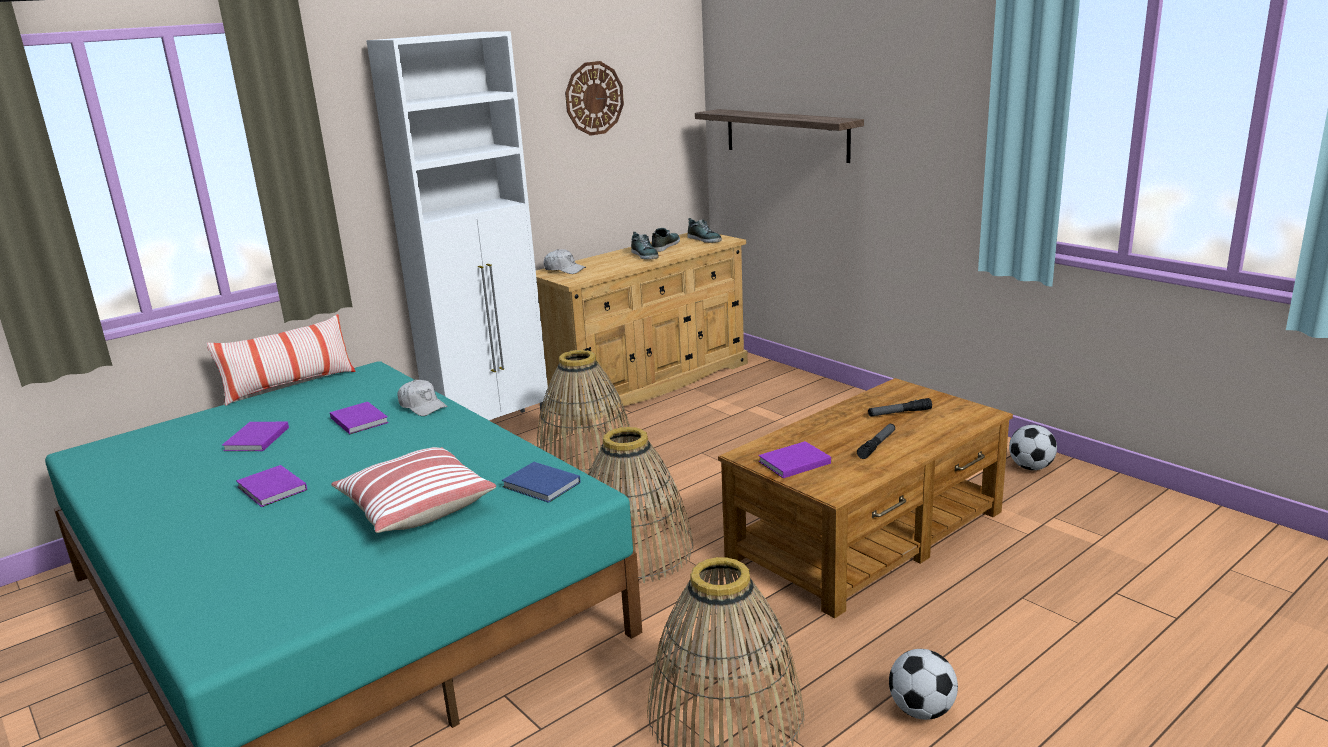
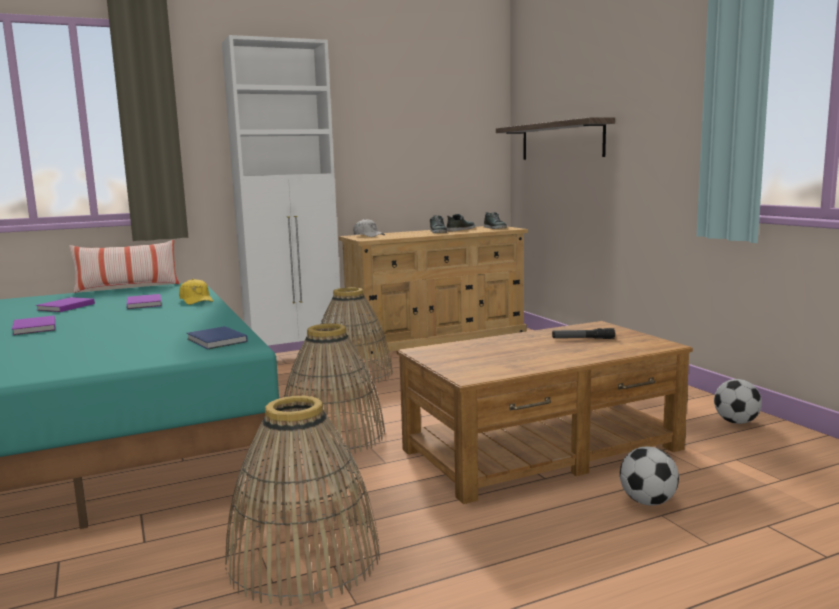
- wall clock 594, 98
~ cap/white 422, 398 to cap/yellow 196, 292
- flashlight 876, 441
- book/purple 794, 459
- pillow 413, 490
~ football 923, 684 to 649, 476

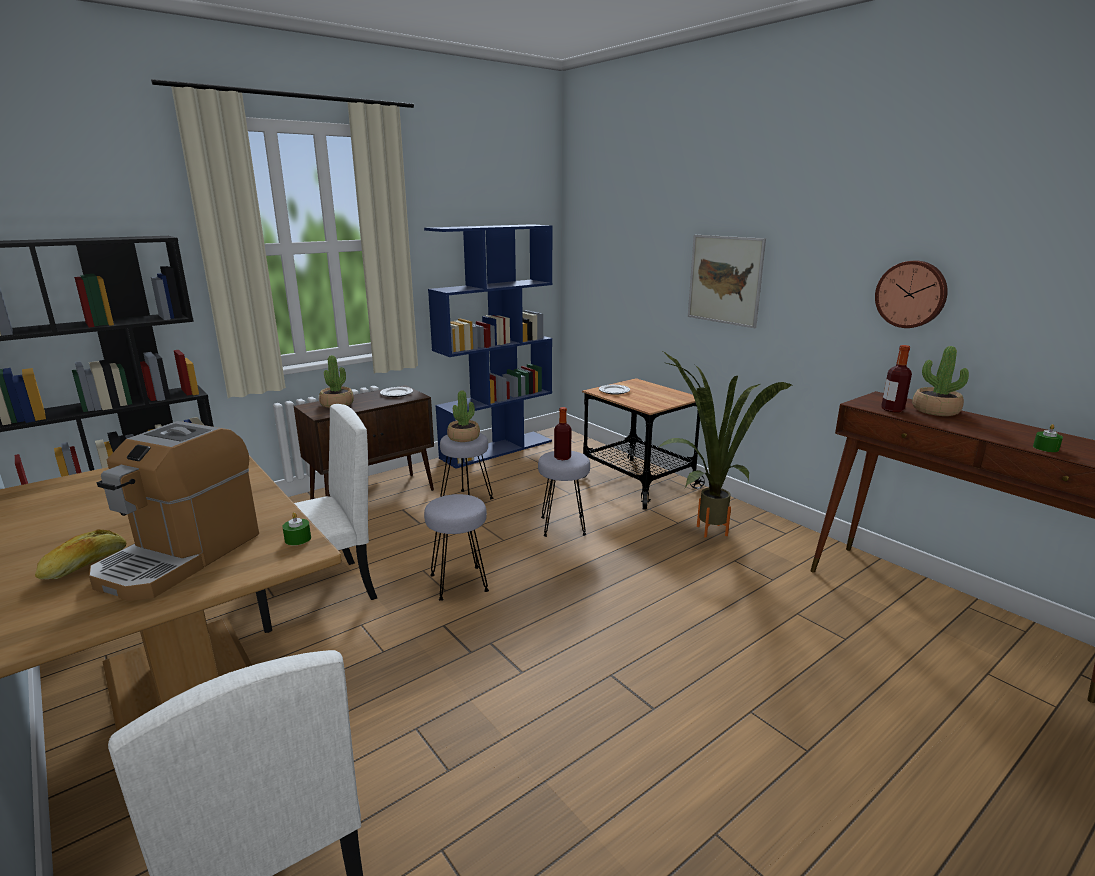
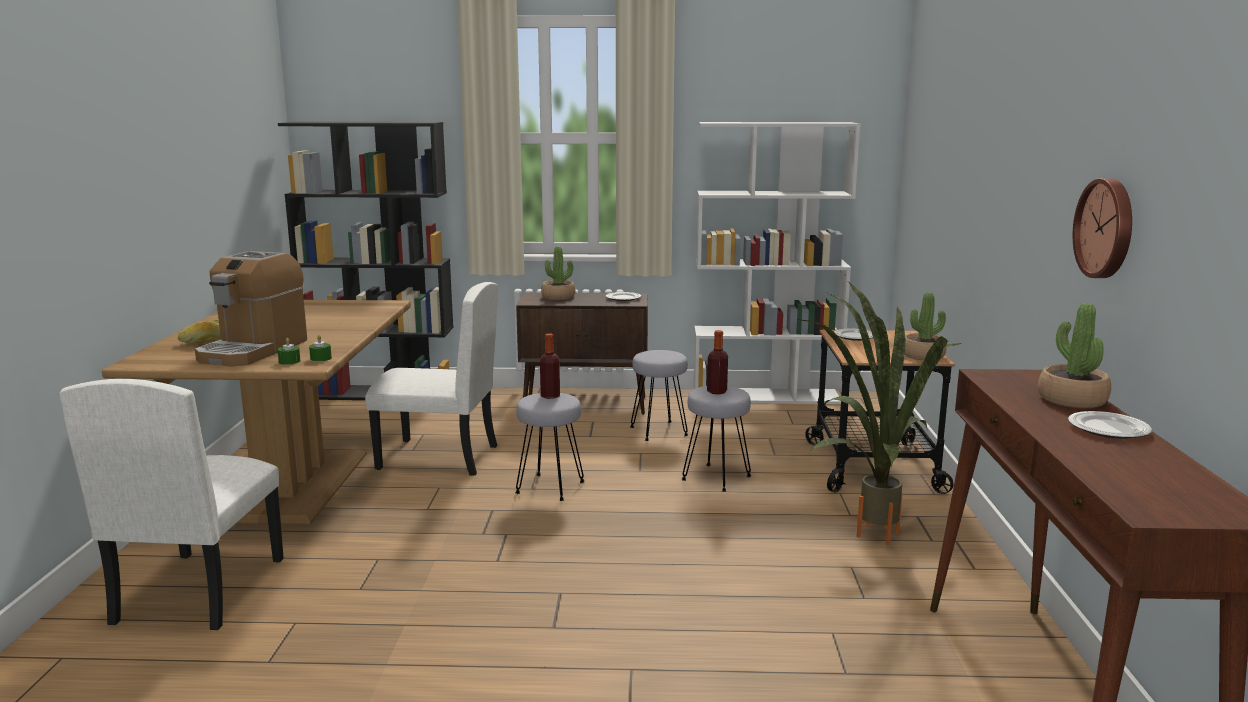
~ bookcase/blue 488, 346 to bookcase/white 776, 263
- picture 727, 281
~ bottle 896, 378 to 550, 366
~ potted plant 463, 416 to 925, 326
~ coffee machine 174, 511 = 251, 309 45 degrees counterclockwise
~ candle/green 1048, 438 to 289, 351
+ plate 1110, 425

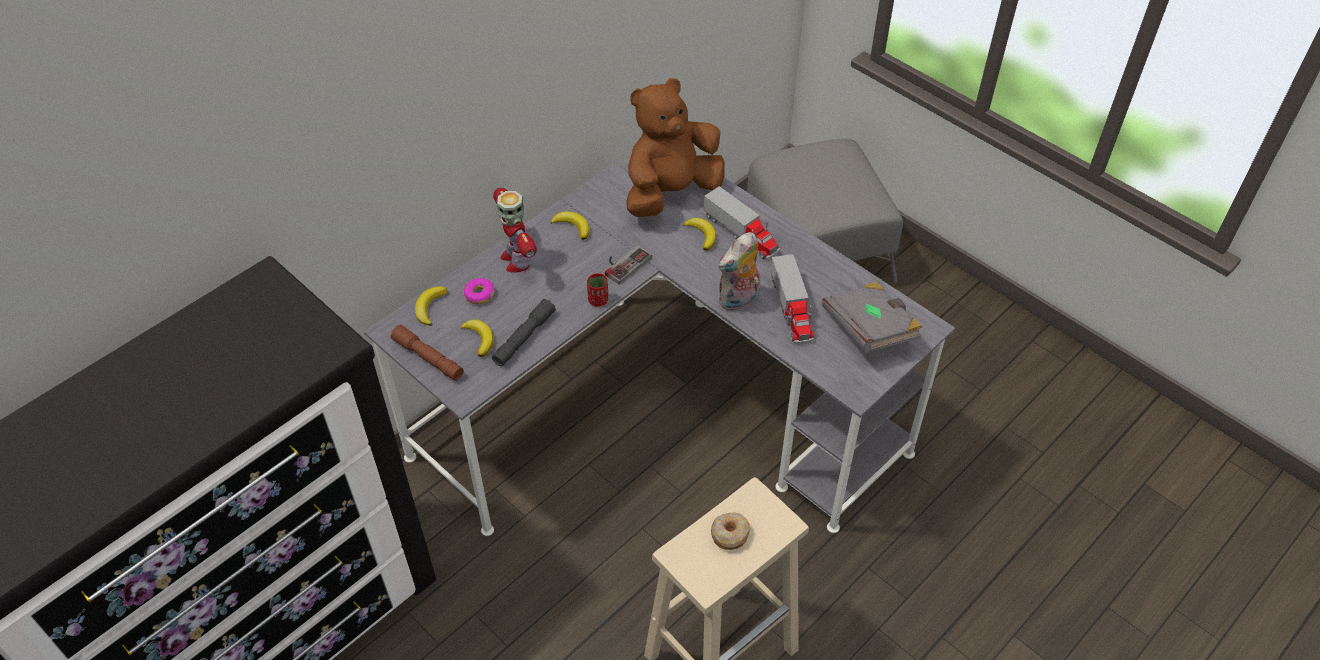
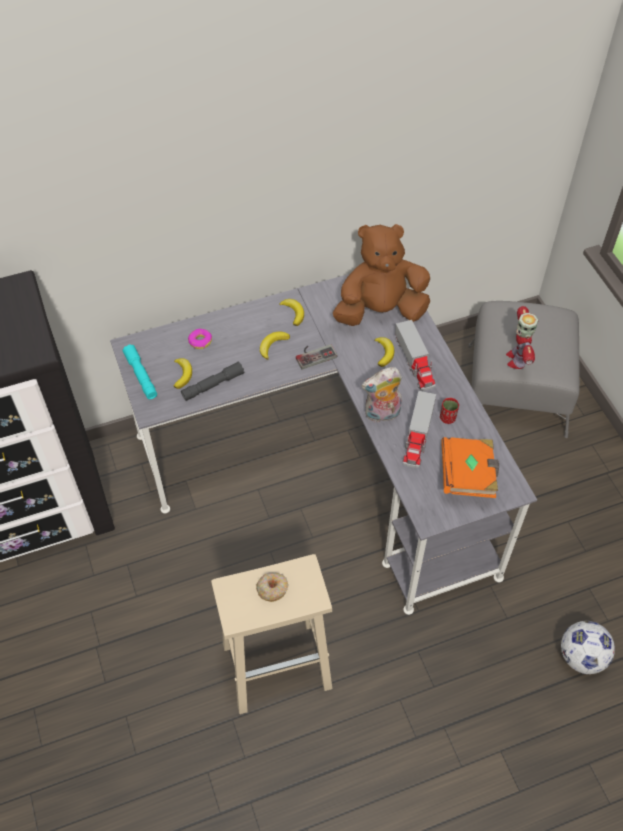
~ toy robot 515, 230 to 522, 337
~ cup/red 597, 290 to 449, 411
~ book/grey 872, 317 to book/orange 470, 467
~ banana 431, 306 to 275, 346
~ flashlight/brown 427, 353 to flashlight/turquoise 140, 371
+ football 588, 647

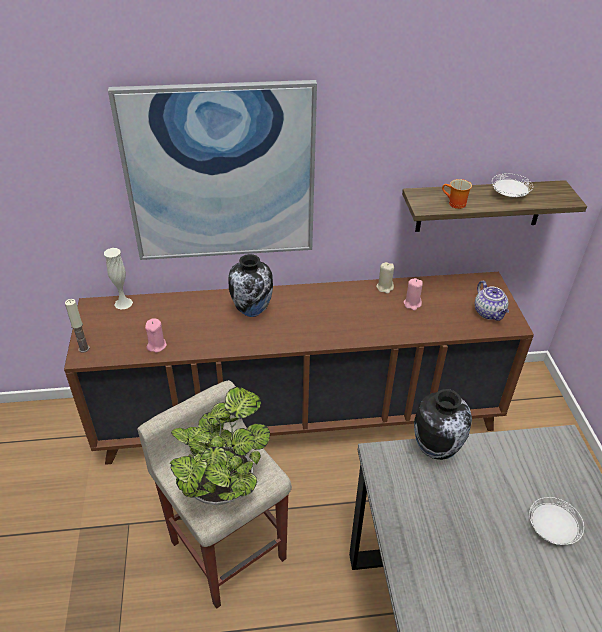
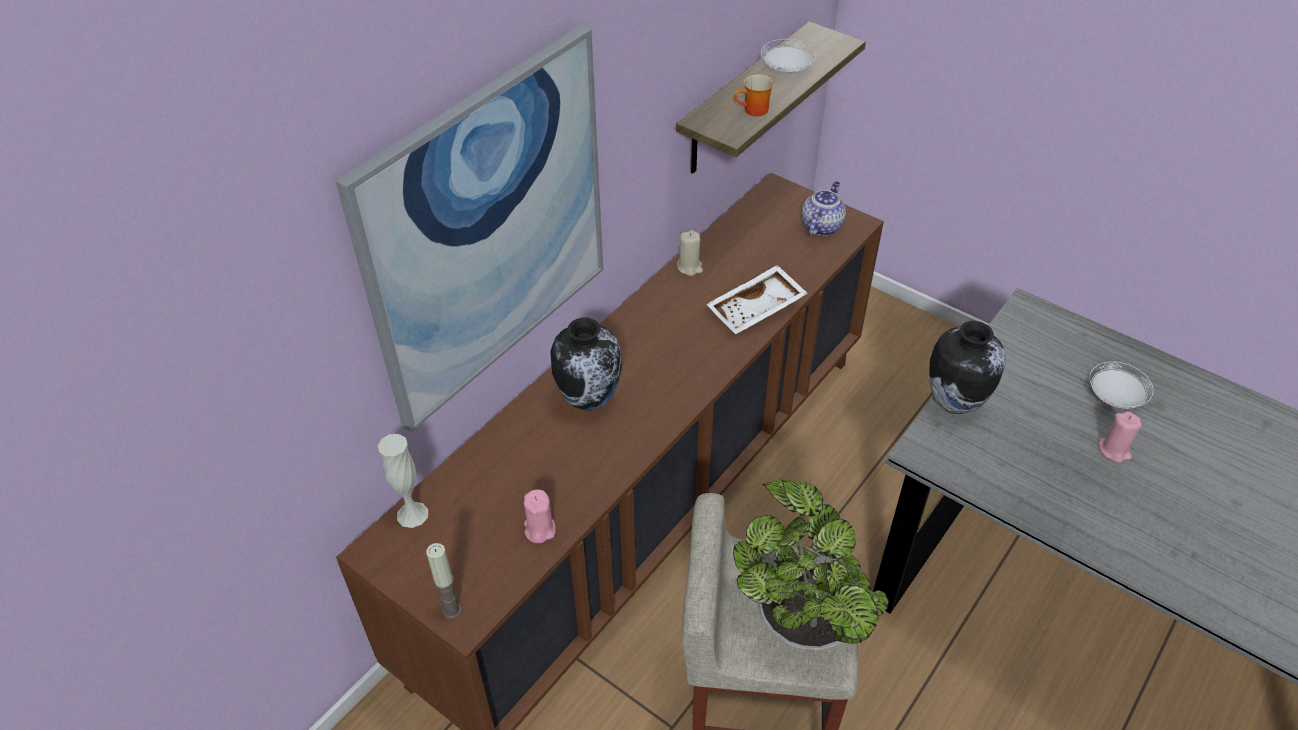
~ candle/pink 413, 294 to 1120, 437
~ teapot 492, 301 = 823, 208 90 degrees counterclockwise
+ tray/white 757, 299

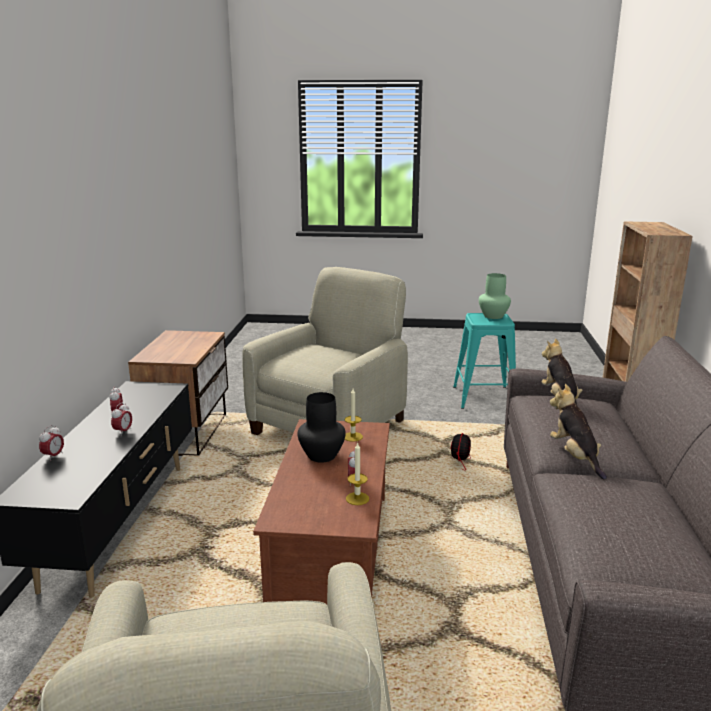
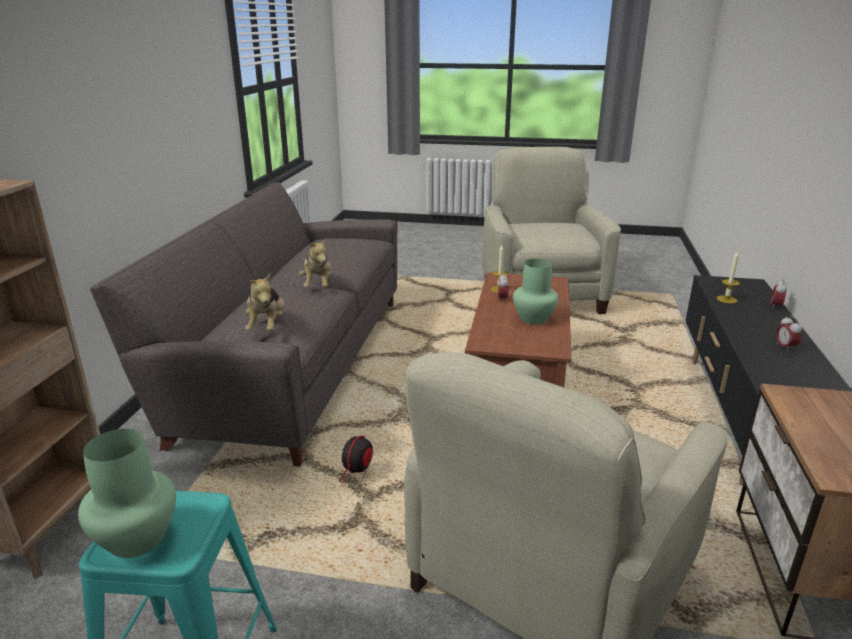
~ candle 354, 415 to 728, 277
~ vase/black 322, 427 to vase/green 536, 291
- alarm clock 121, 419

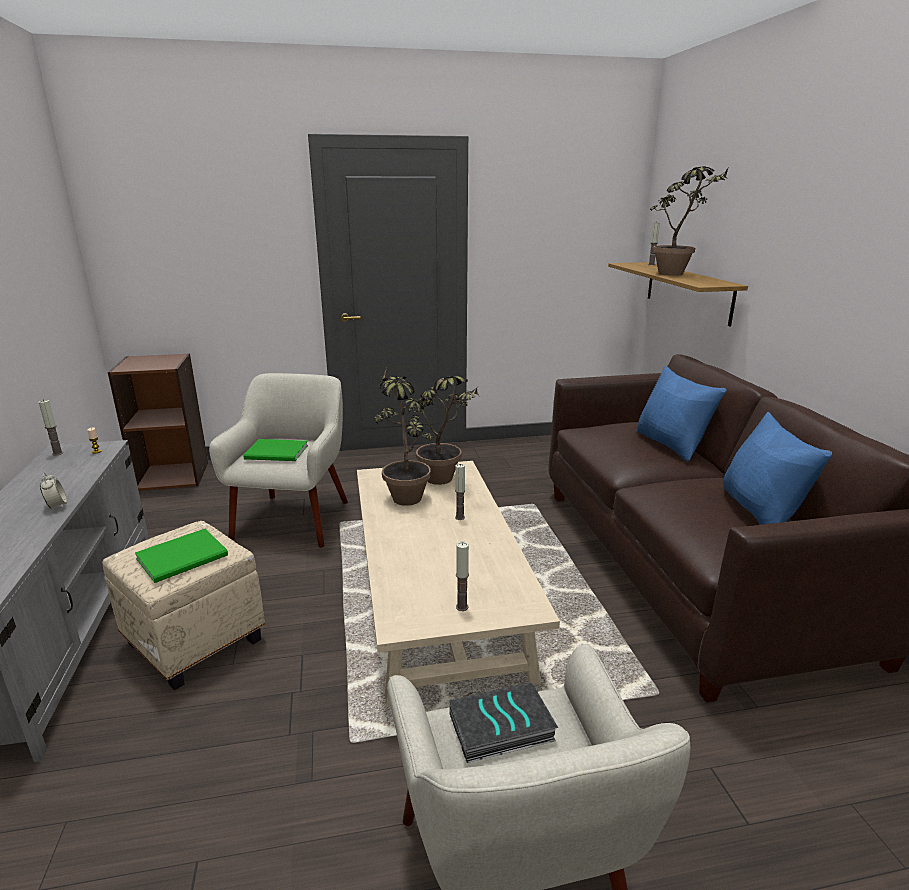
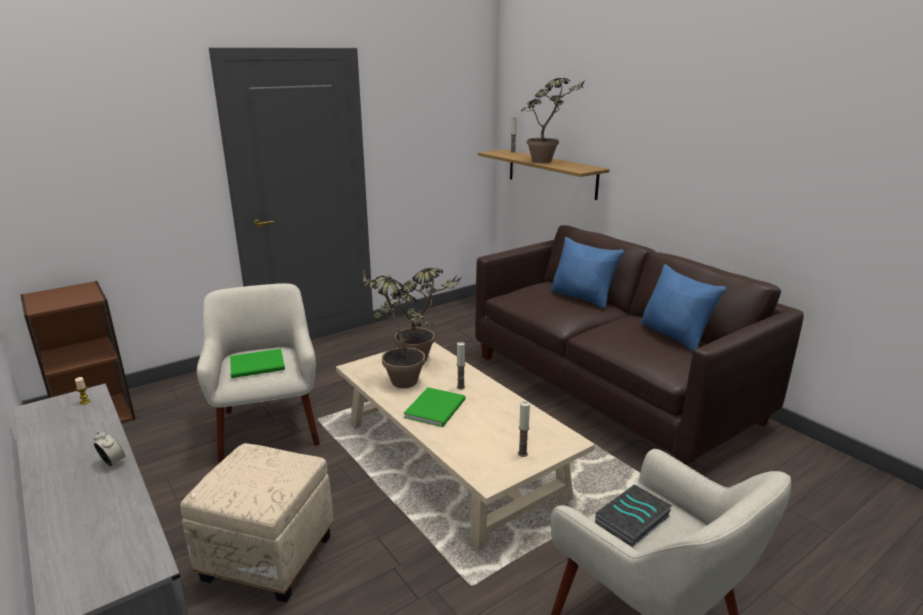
- candle 51, 428
~ book/green 181, 556 to 435, 407

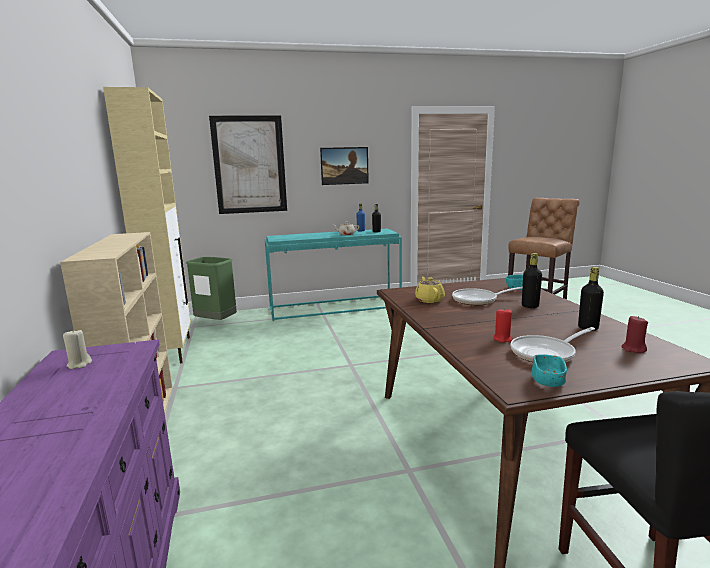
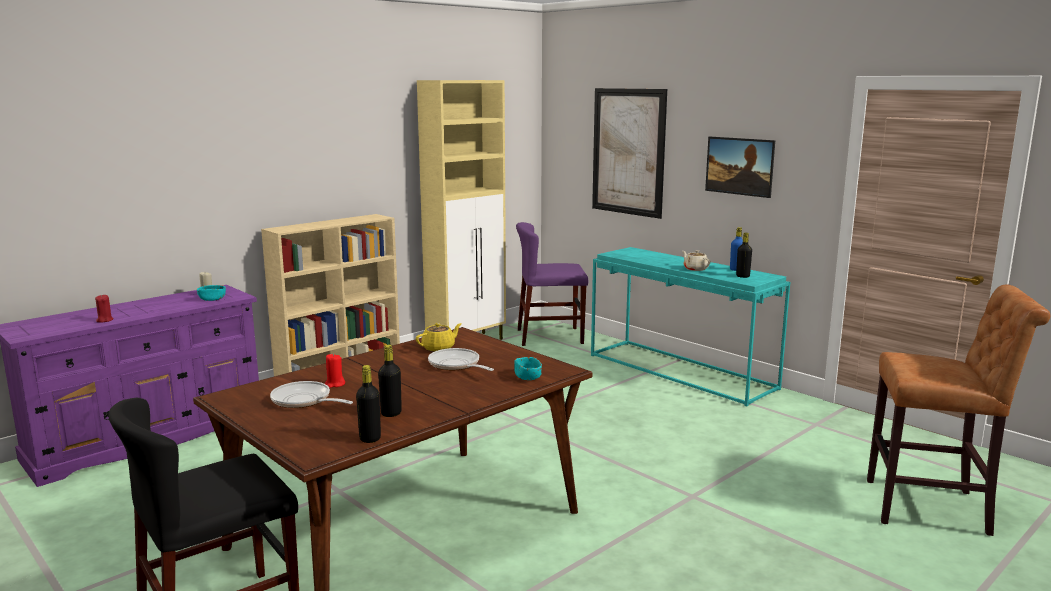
~ bottle/black 532, 280 to 368, 404
~ trash can/green 211, 288 to chair/purple 552, 284
~ candle/red 634, 334 to 104, 309
~ bowl/turquoise 549, 370 to 211, 293

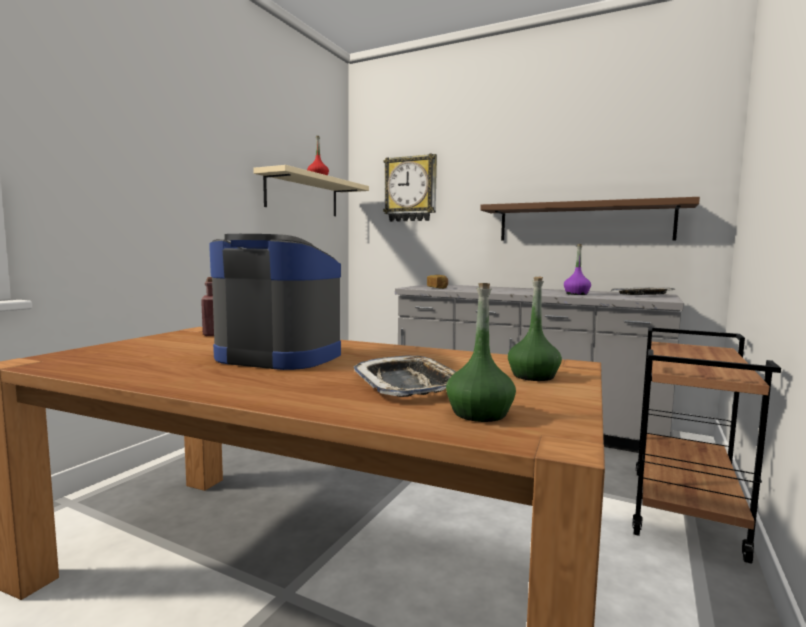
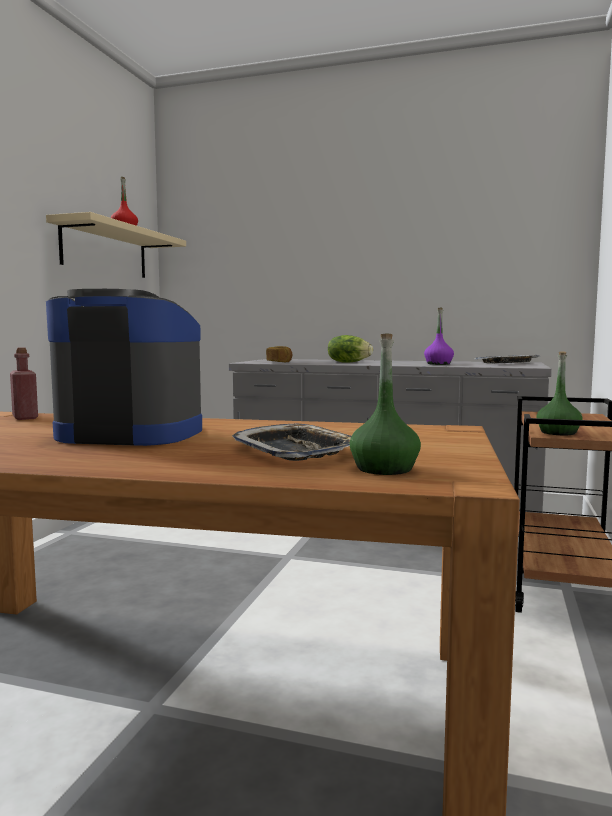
- wall clock 410, 187
- shelf/brown 590, 219
~ bottle/green 535, 329 to 559, 393
+ lettuce 350, 349

